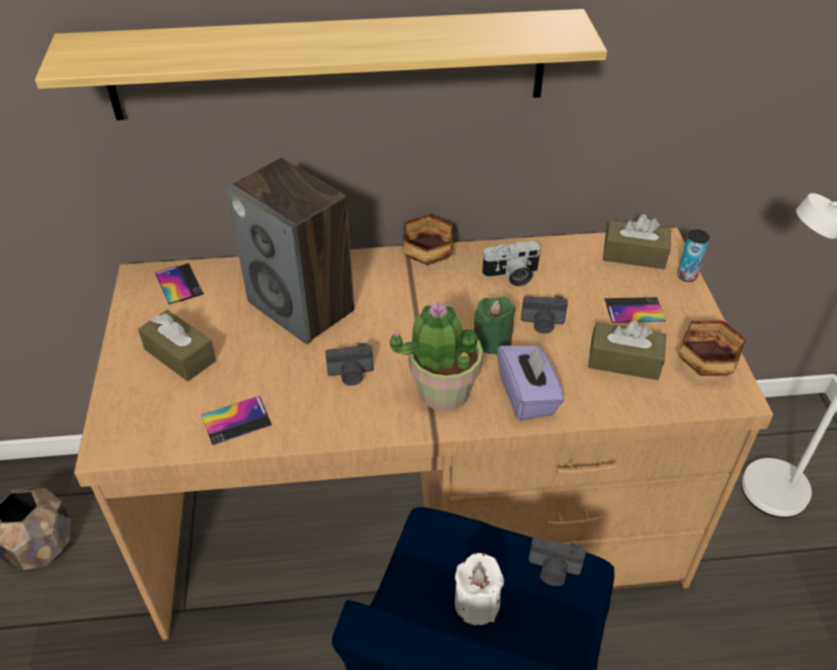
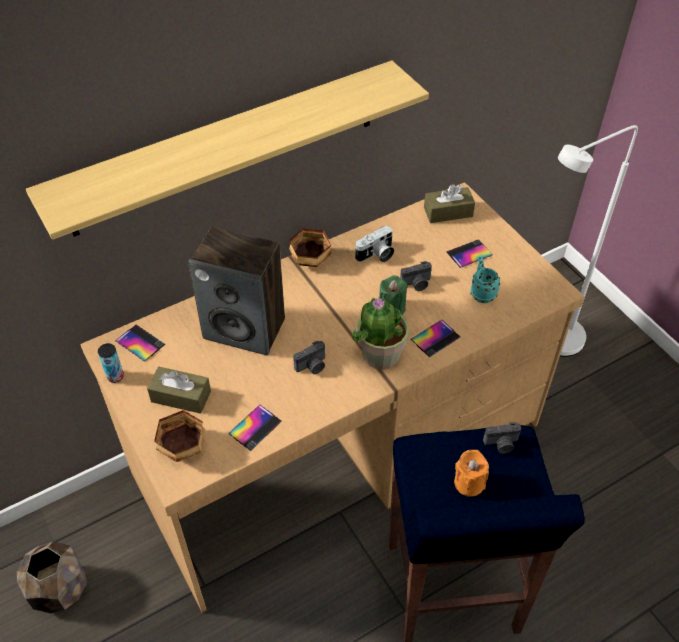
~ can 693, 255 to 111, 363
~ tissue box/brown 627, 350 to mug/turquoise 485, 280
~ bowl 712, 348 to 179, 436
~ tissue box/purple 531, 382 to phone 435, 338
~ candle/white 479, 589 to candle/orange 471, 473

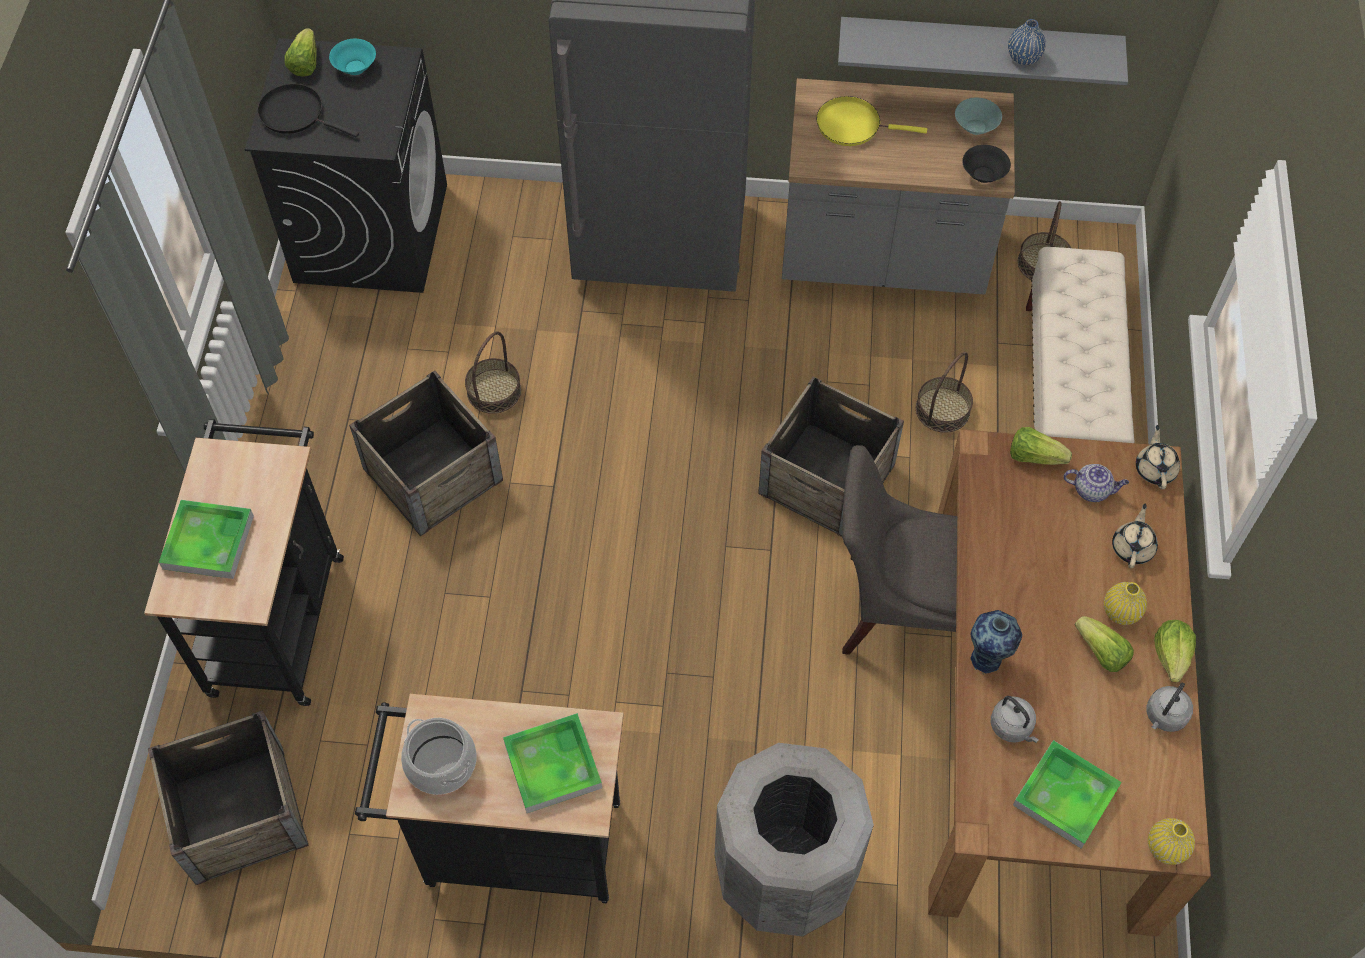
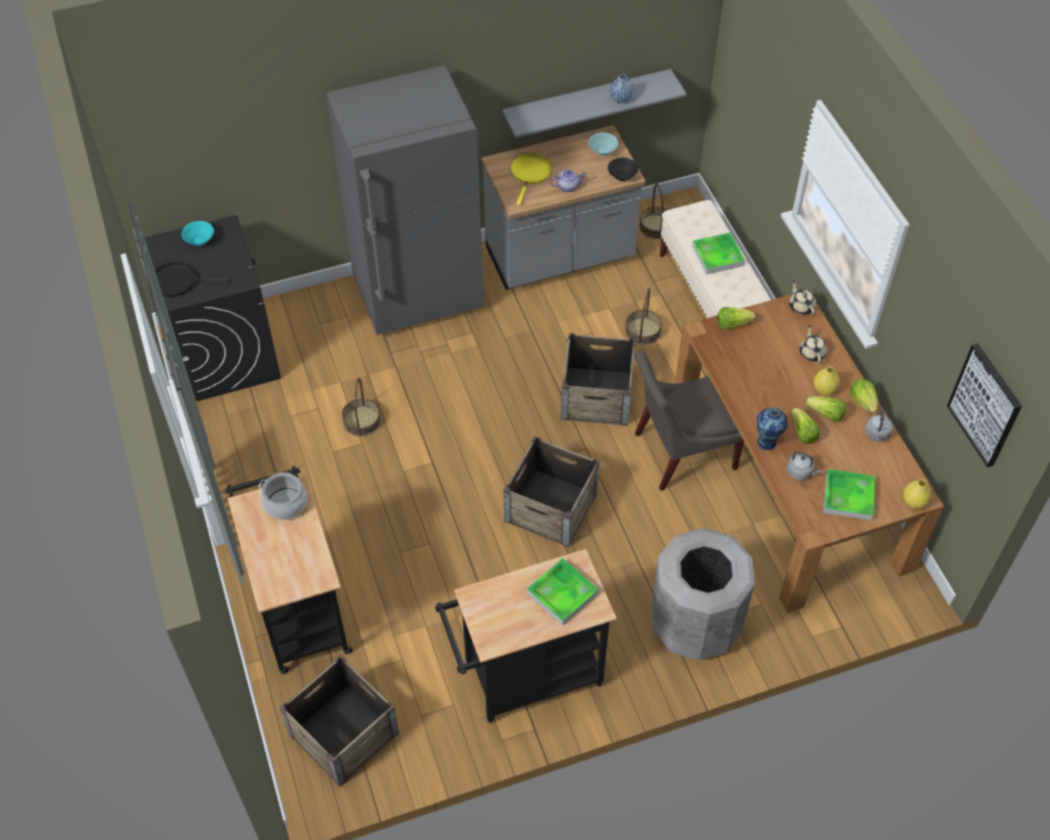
~ lettuce 300, 52 to 805, 426
~ frying pan/yellow 871, 121 = 531, 179 120 degrees clockwise
~ crate 426, 453 to 551, 491
~ teapot 1096, 483 to 568, 180
~ tray 206, 539 to 718, 253
~ cooking pot 439, 756 to 283, 496
+ picture 984, 405

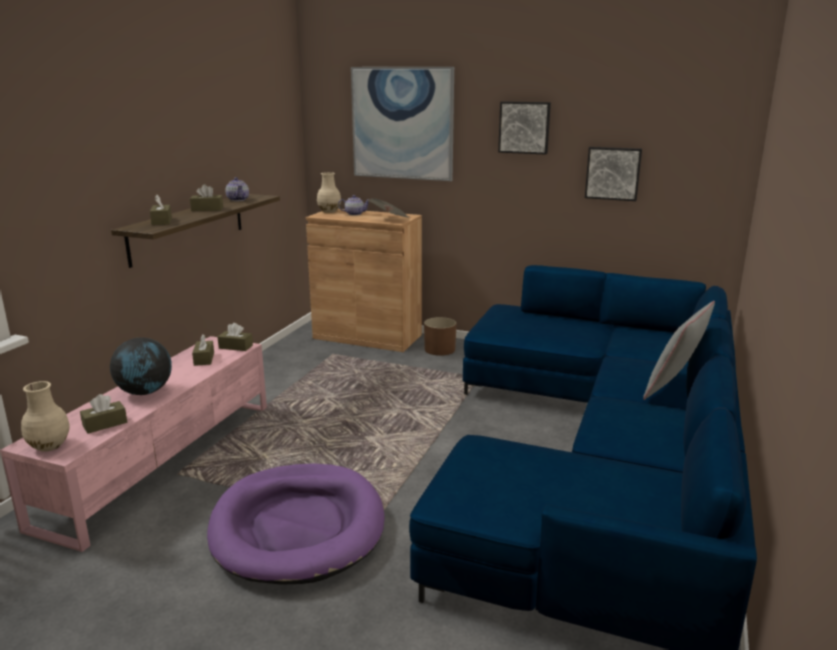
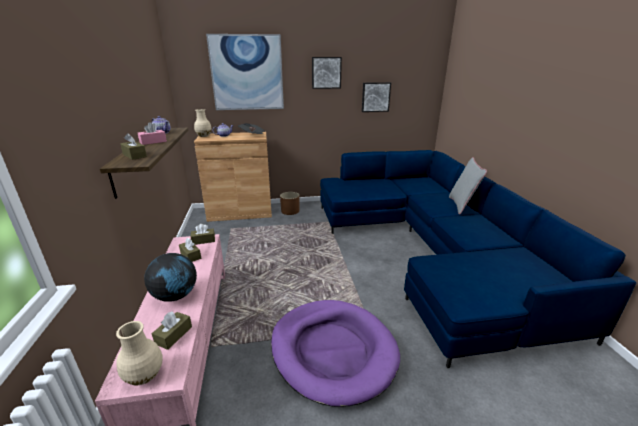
~ tissue box/brown 206, 197 to tissue box/pink 152, 133

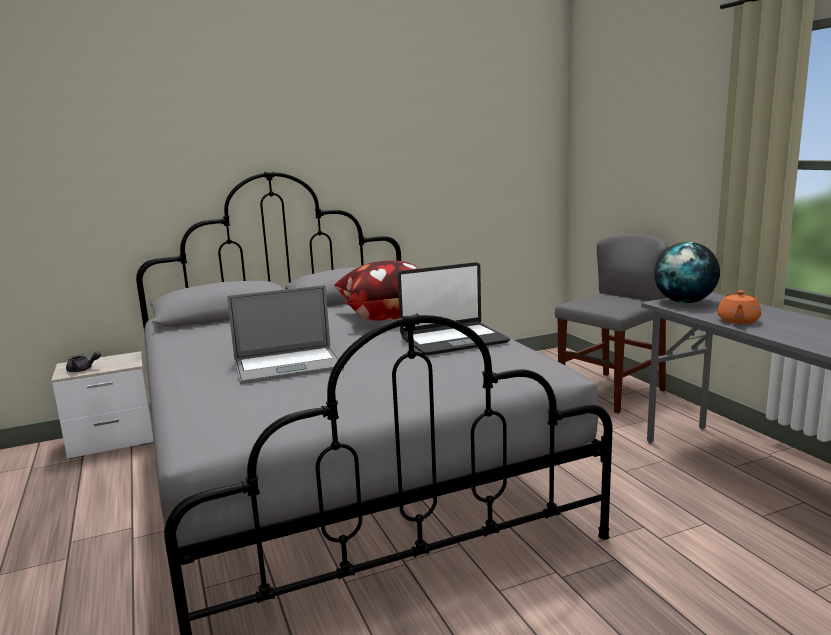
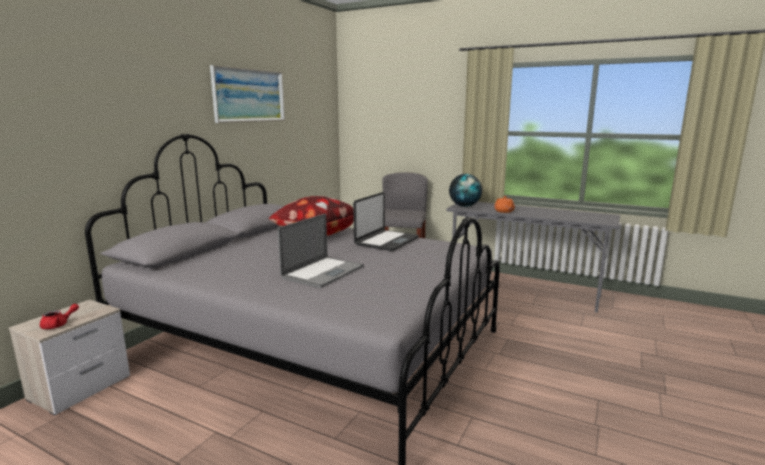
~ teapot/grey 83, 361 to teapot/red 59, 316
+ picture 247, 94

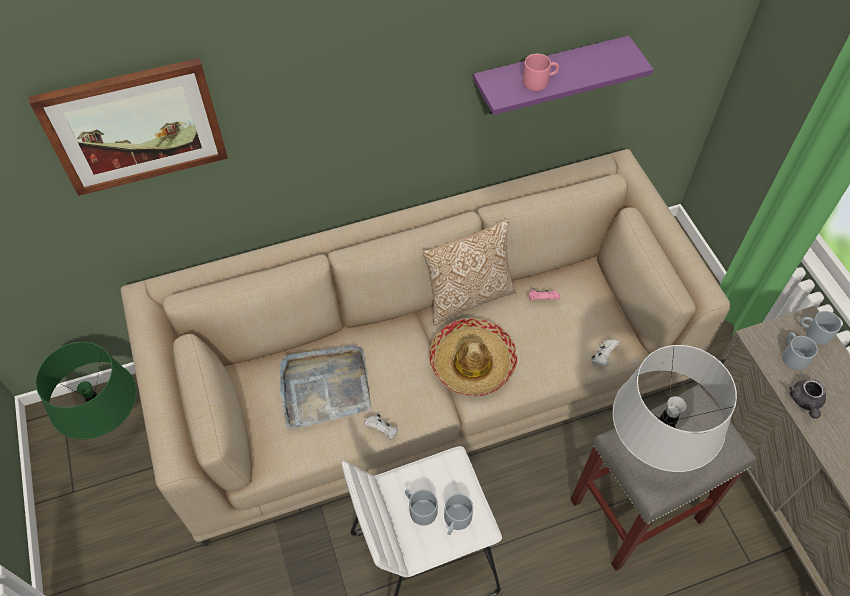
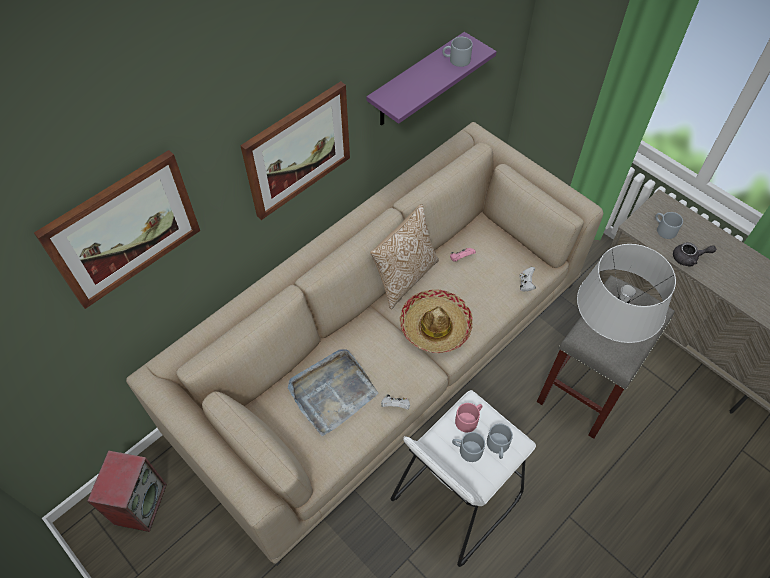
~ mug/pink 540, 72 to 469, 418
~ mug/grey 821, 328 to 457, 52
~ table lamp/green 86, 390 to speaker 127, 491
~ teapot/grey 807, 399 = 694, 254 75 degrees counterclockwise
+ picture 295, 150

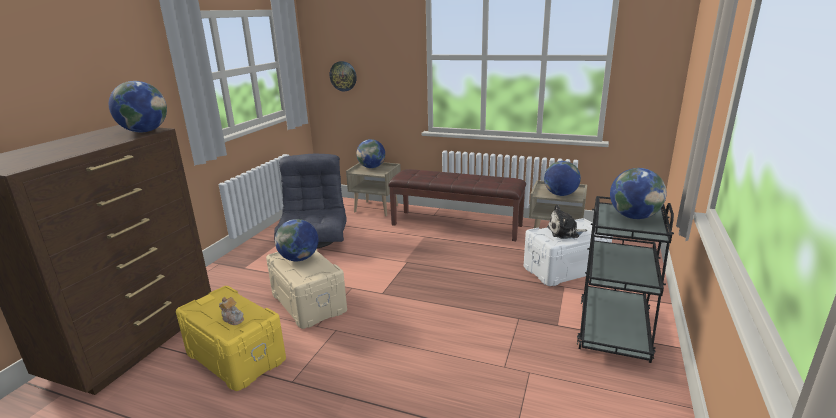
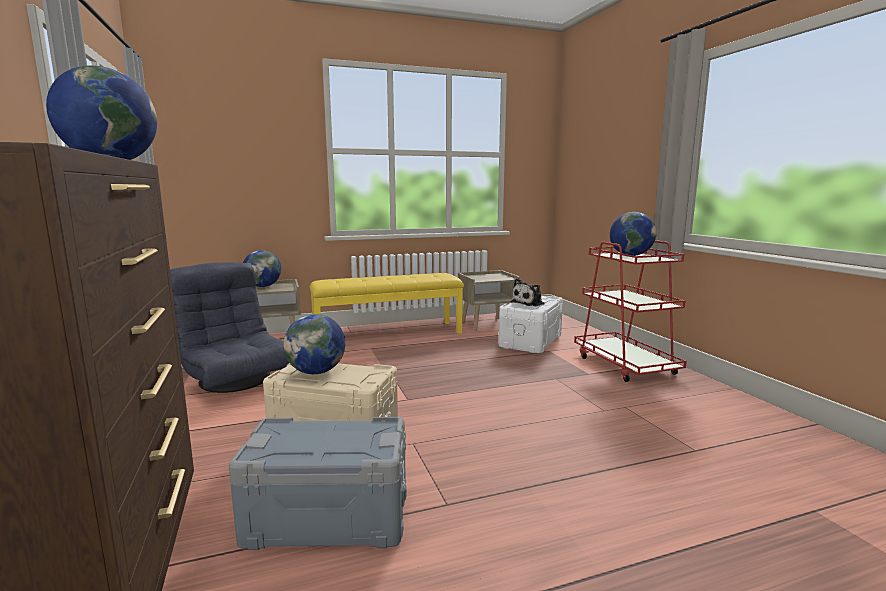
- wall clock 343, 76
- globe 562, 178
~ bench/brown 457, 205 to bench/yellow 387, 303
~ cart/black 625, 279 to cart/red 630, 311
~ storage box/yellow 231, 338 to storage box/grey 318, 483
- teapot 231, 311

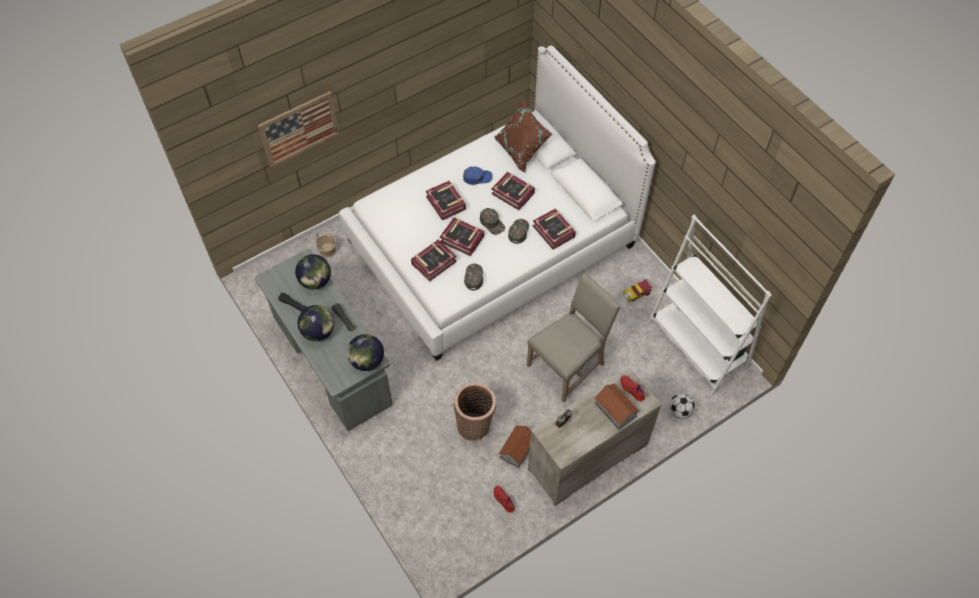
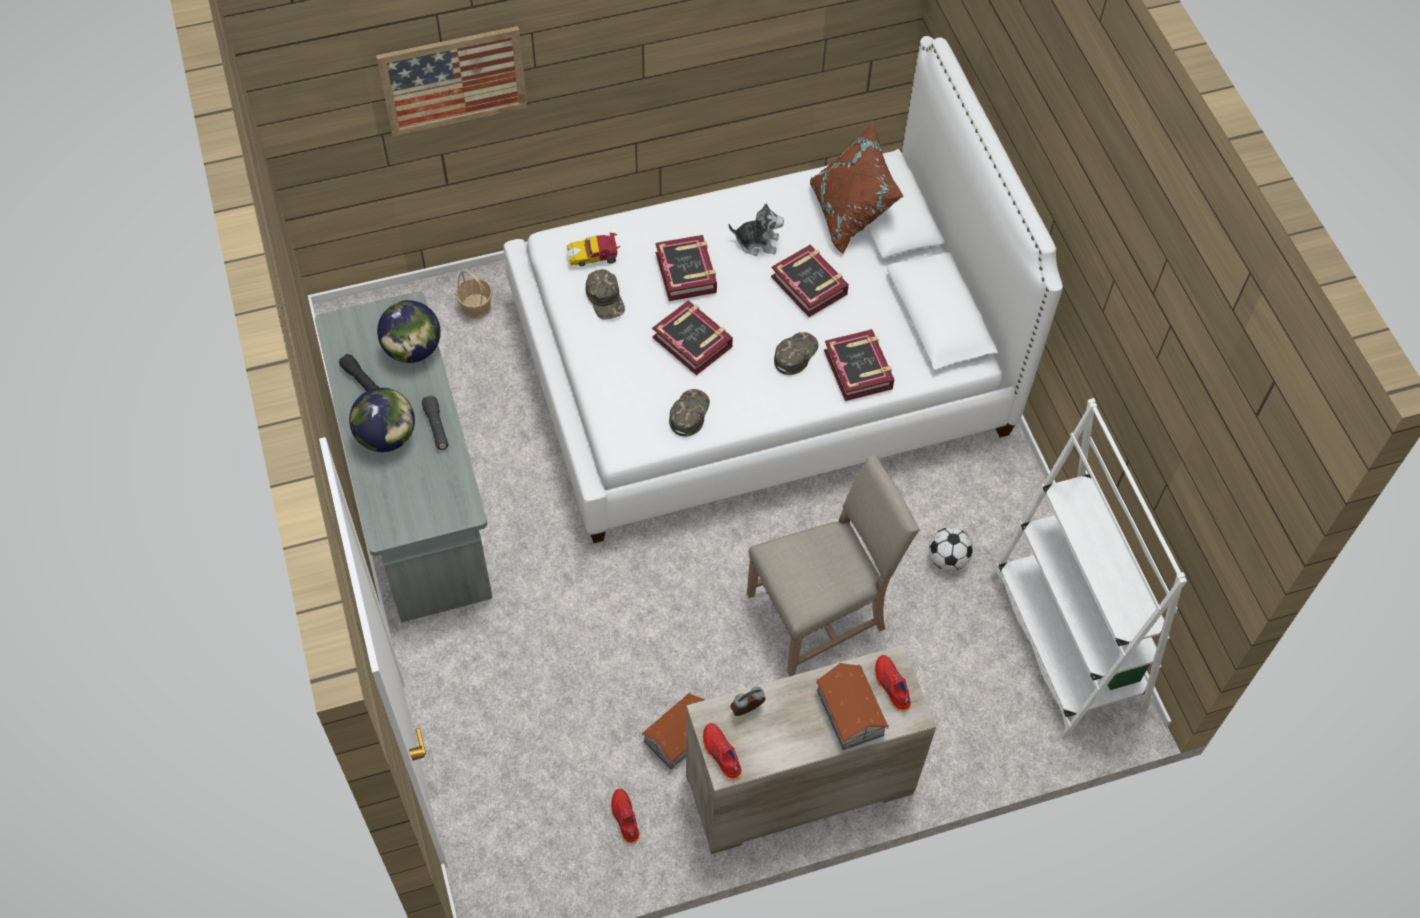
~ cap/blue 478, 175 to plush toy 756, 229
~ cap/green 492, 221 to 605, 294
- book 434, 260
~ toy car 637, 290 to 593, 249
- globe 365, 352
- basket 475, 411
~ football 682, 406 to 951, 549
+ shoe/red 722, 751

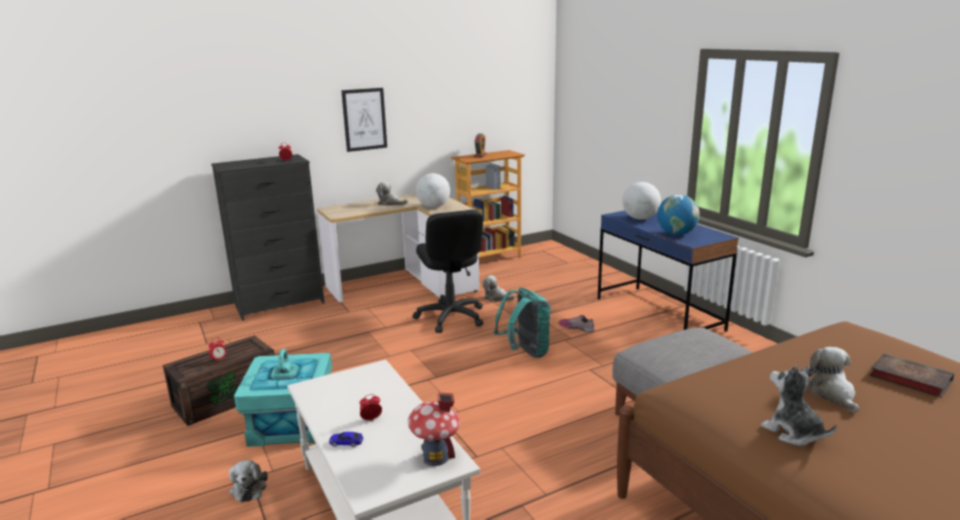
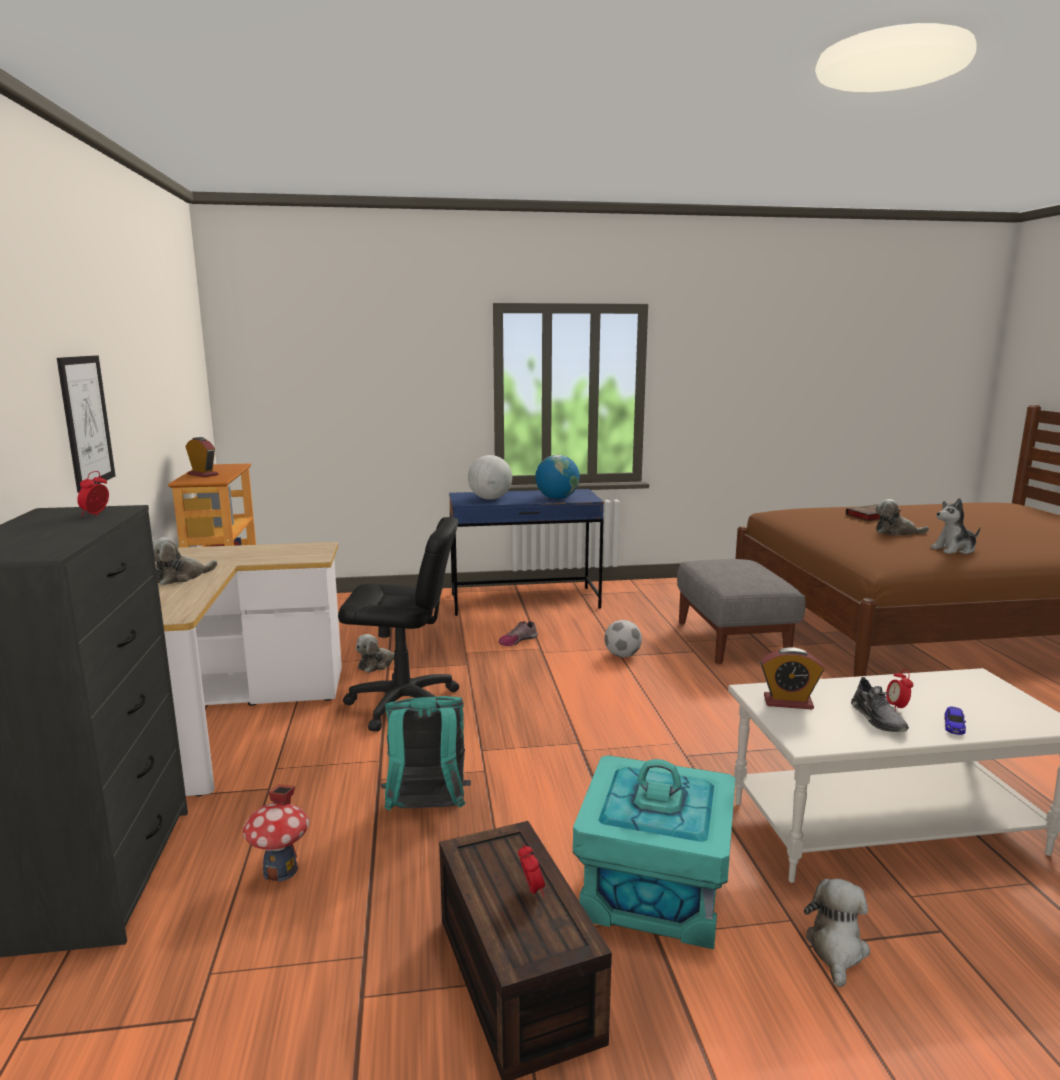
- globe 433, 190
~ backpack/turquoise 522, 322 to 425, 753
~ toy house 434, 429 to 276, 833
~ plush toy 248, 481 = 837, 932 75 degrees counterclockwise
+ football 623, 638
+ alarm clock 792, 678
+ shoe/grey 880, 704

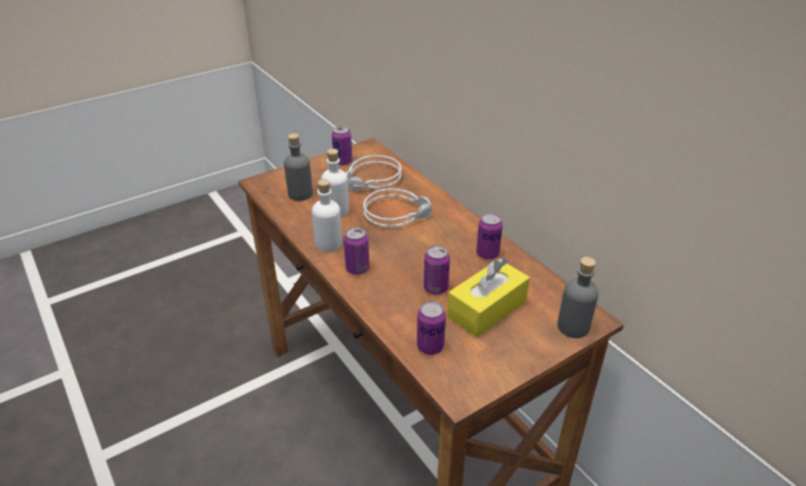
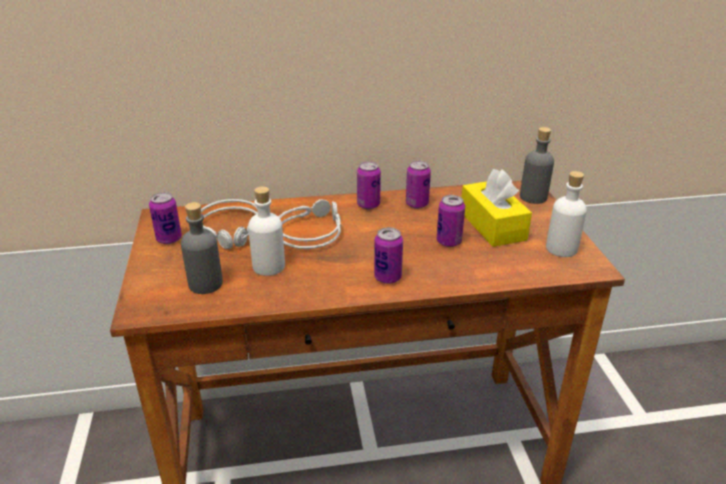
~ bottle/white 327, 215 to 566, 214
~ can 431, 328 to 369, 185

